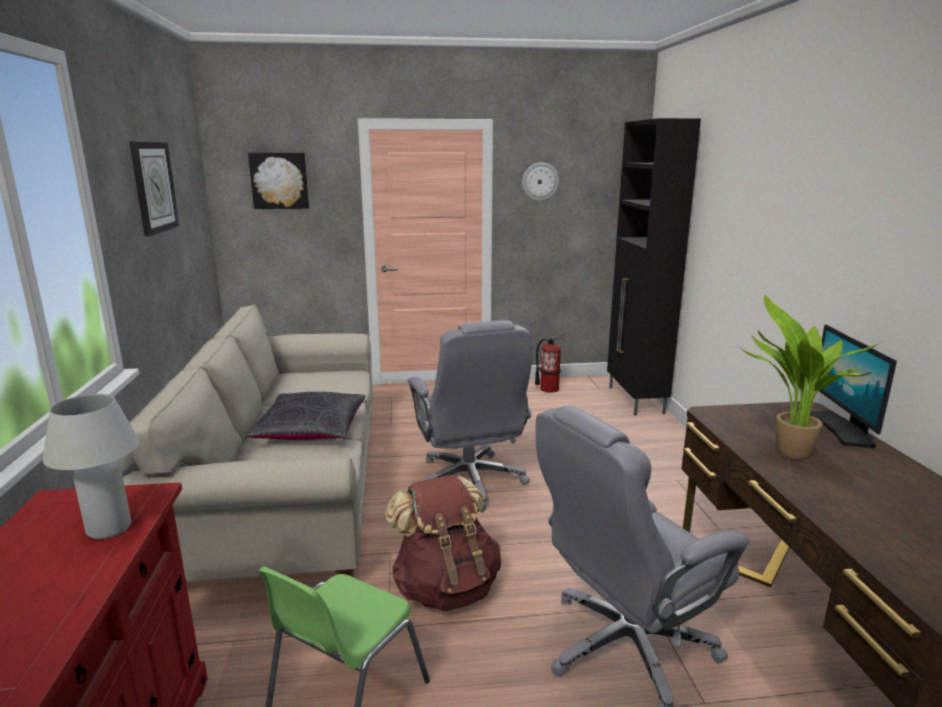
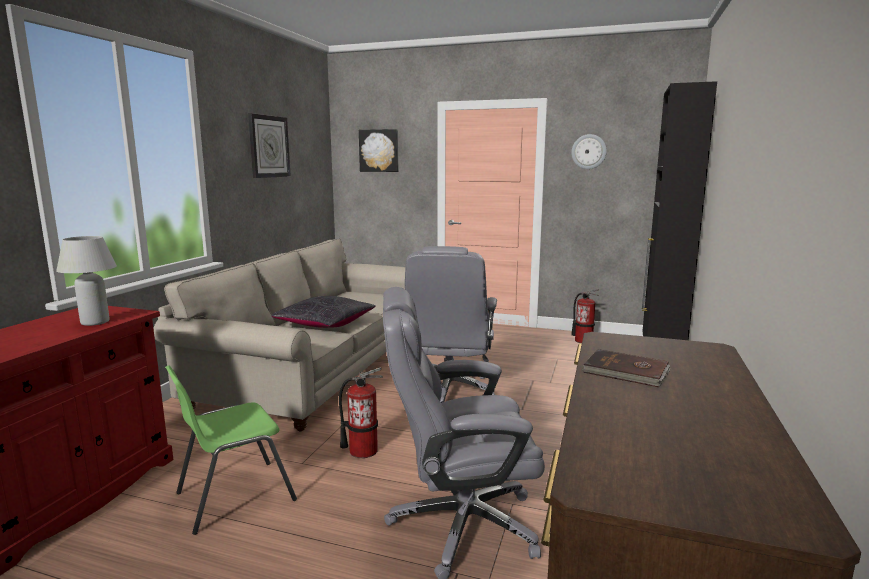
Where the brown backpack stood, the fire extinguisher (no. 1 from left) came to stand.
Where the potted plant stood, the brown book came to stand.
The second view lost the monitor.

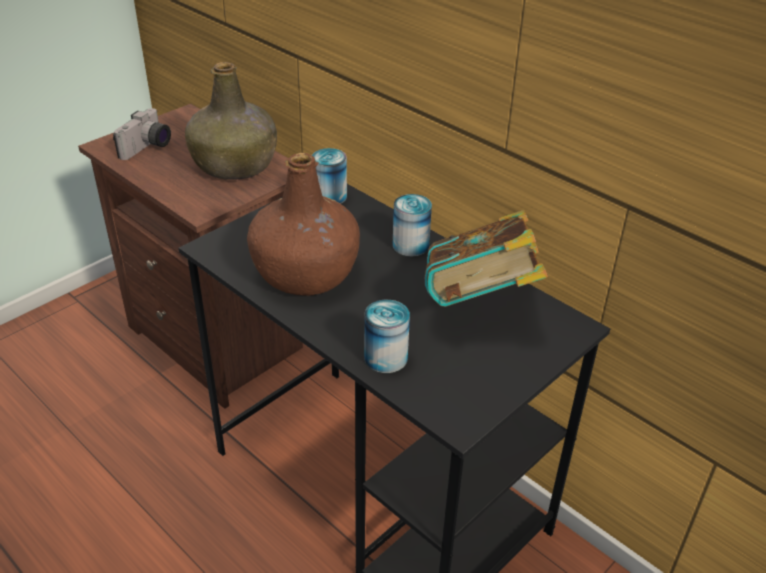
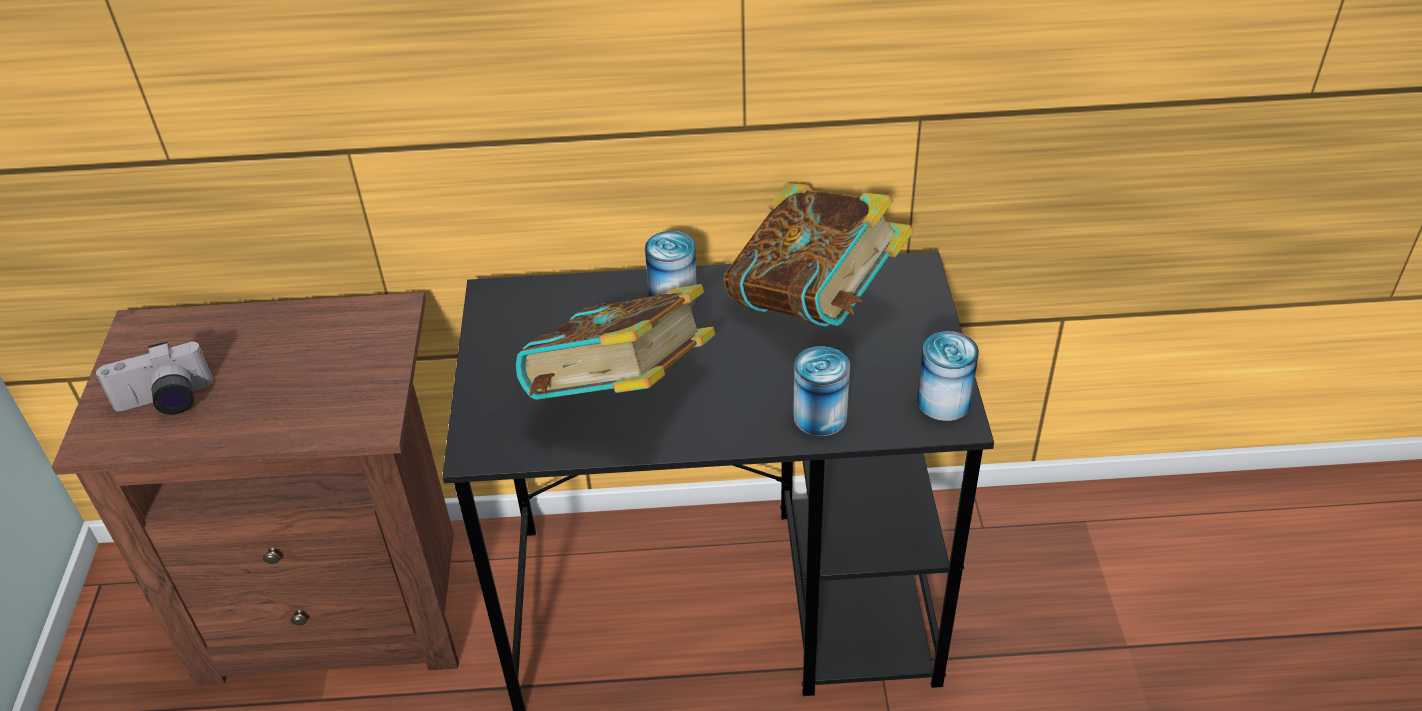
The photo camera ended up facing another way, 90 degrees clockwise from before.
The second view lost the green bottle.
Where the brown bottle stood, the book (no. 1 from left) came to stand.
The can (no. 1 from left in the first image) ended up elsewhere.

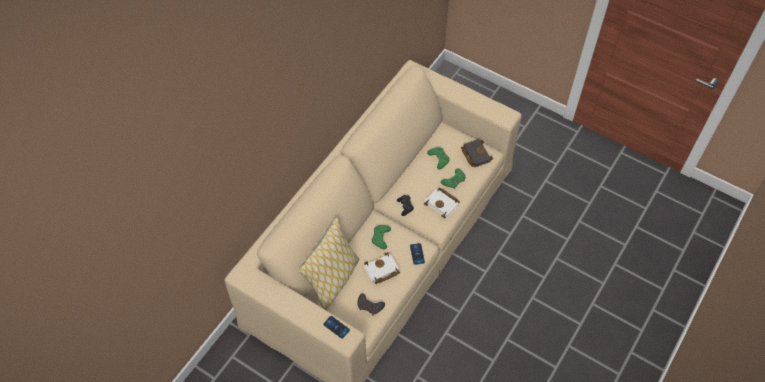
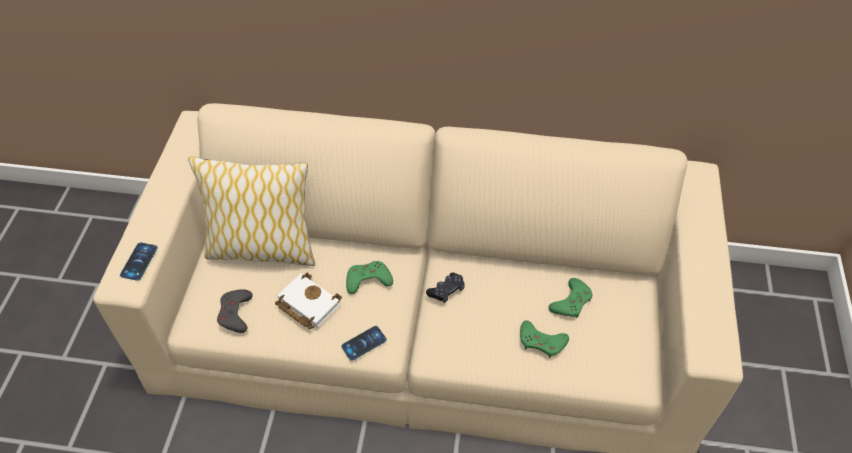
The second view lost the white book (no. 2 from left).
The second view lost the black book.

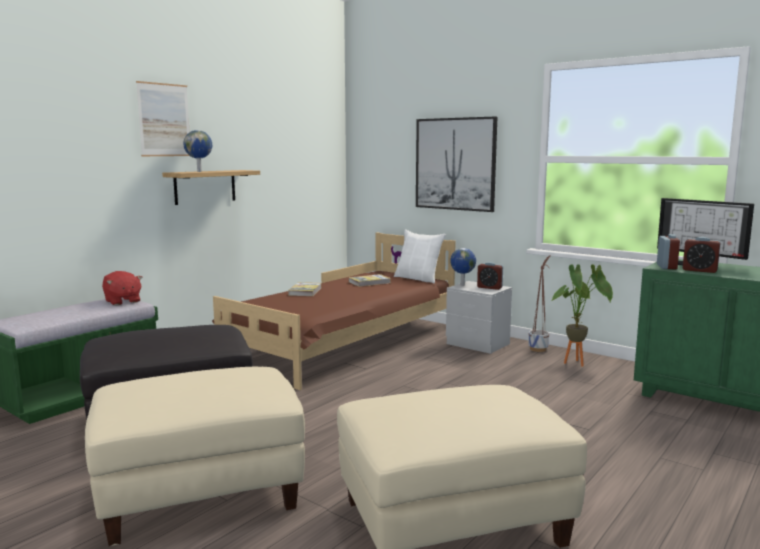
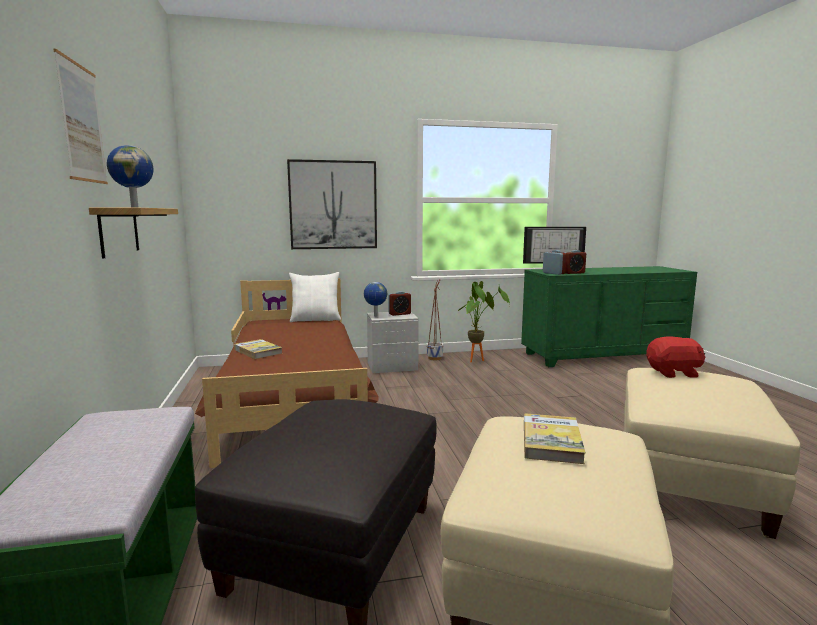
The red plush toy ended up elsewhere.
The book (no. 2 from left) ended up elsewhere.

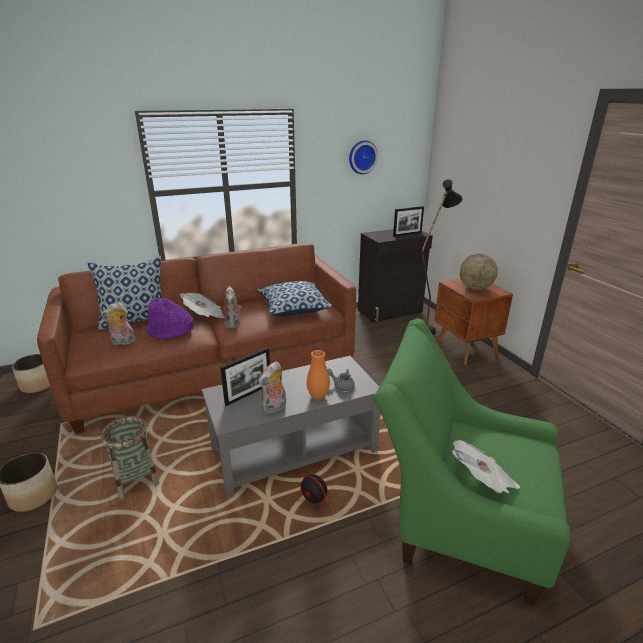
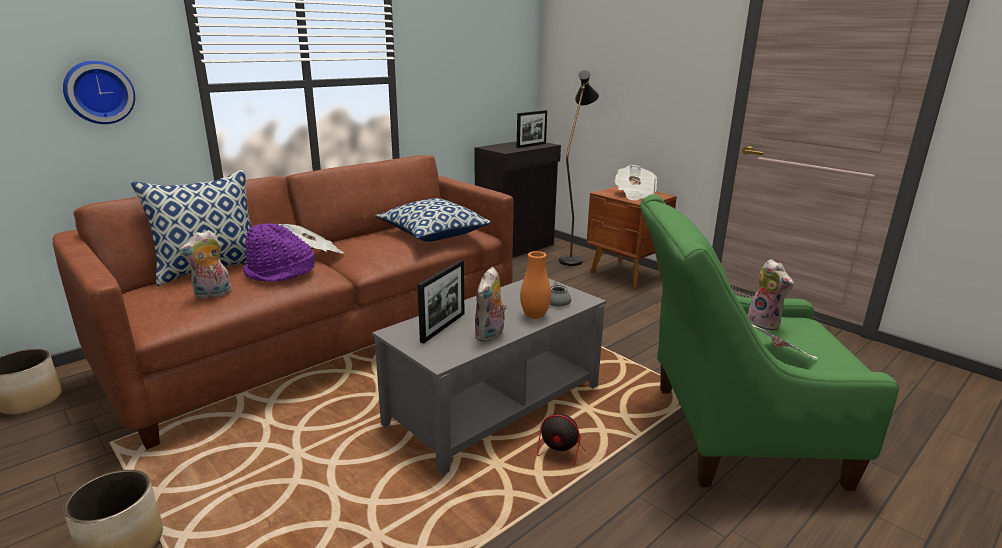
The second view lost the basket.
The plush toy (no. 2 from left in the first image) ended up elsewhere.
The wall clock ended up elsewhere.
Where the globe stood, the newspaper (no. 2 from left) came to stand.

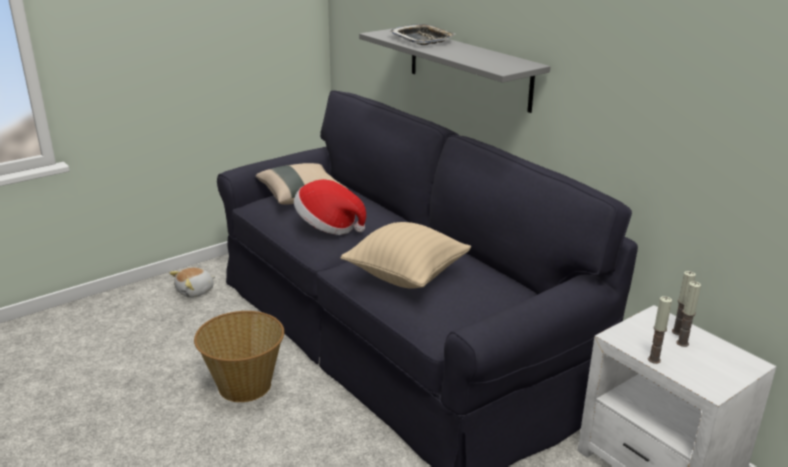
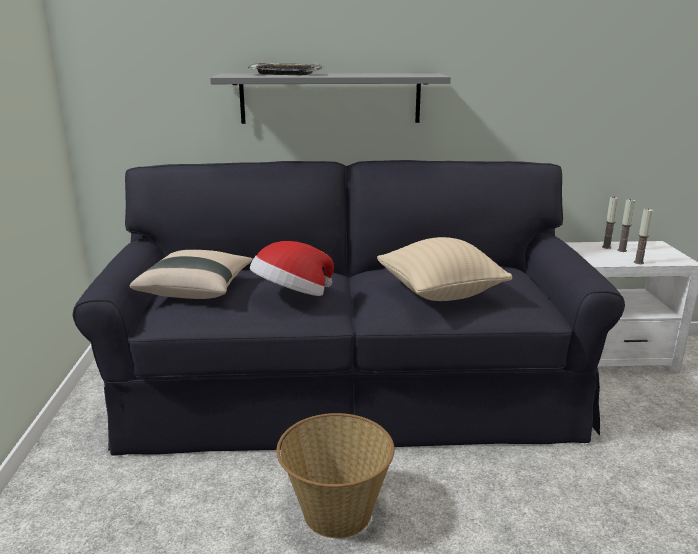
The second view lost the plush toy.

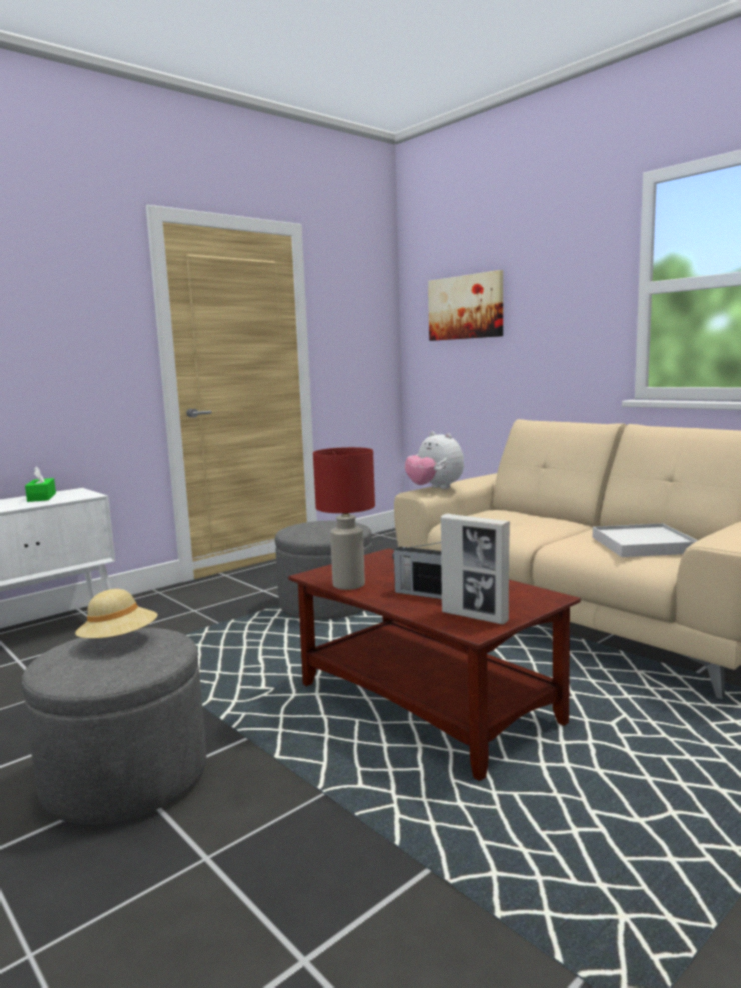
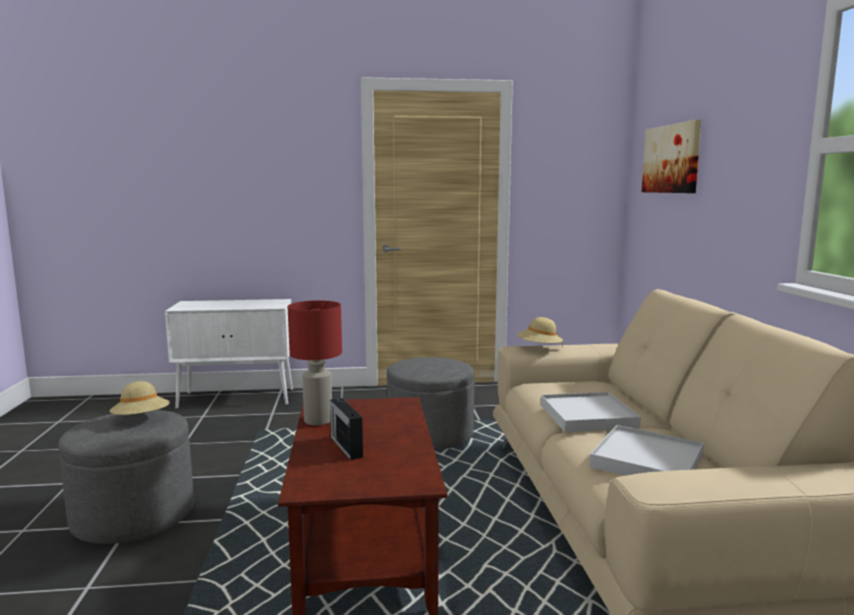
The second view lost the green tissue box.
Where the plush toy stood, the beige hat (no. 2 from left) came to stand.
The second view lost the picture frame.
The second view gained the white tray (no. 1 from left).

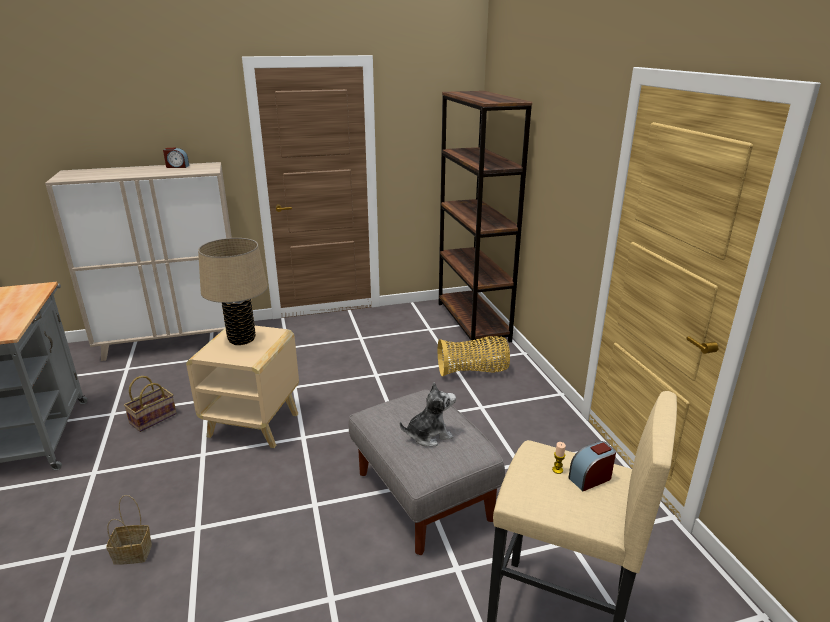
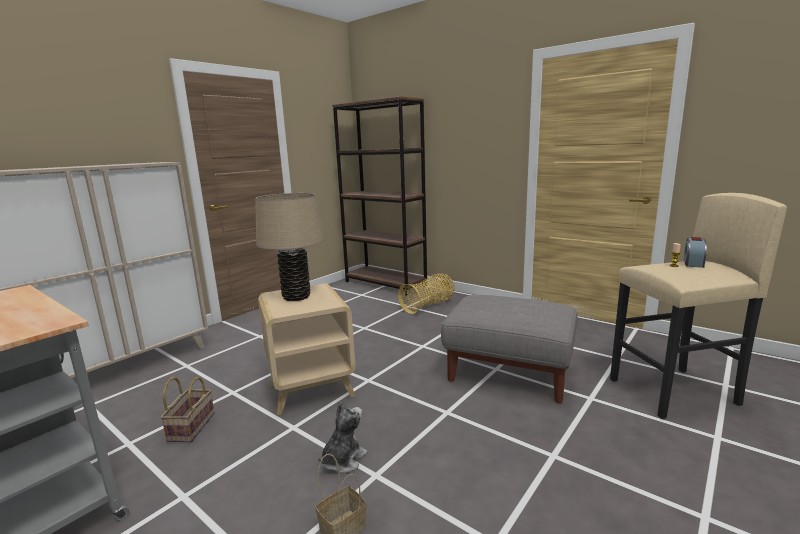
The second view lost the alarm clock (no. 1 from left).
The plush toy ended up elsewhere.

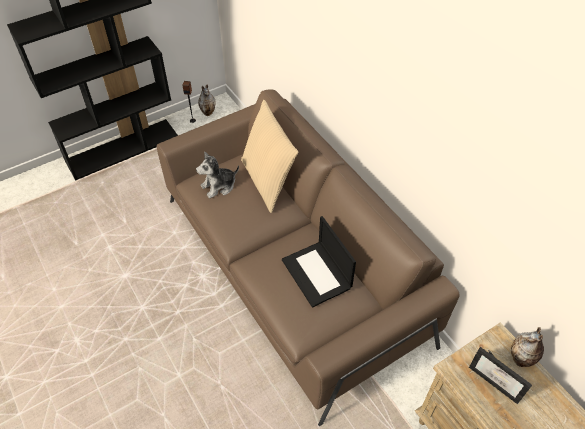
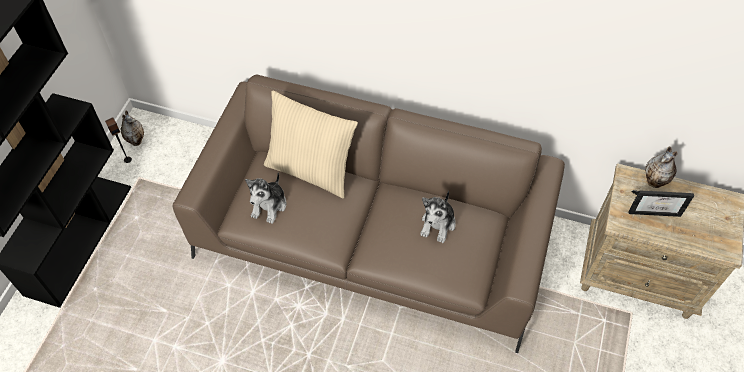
Where the laptop stood, the plush toy (no. 2 from left) came to stand.

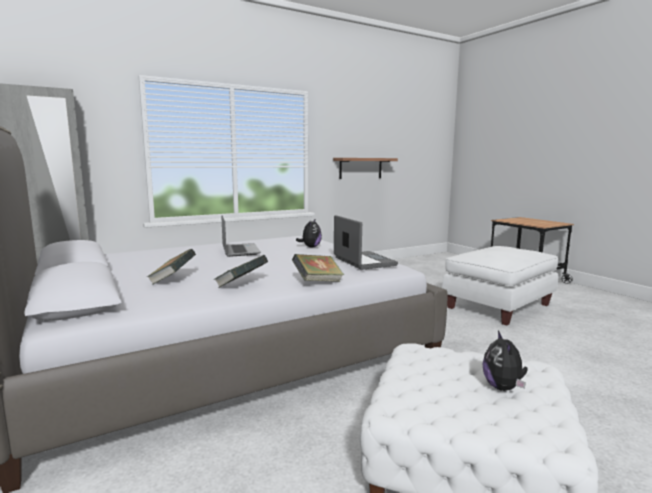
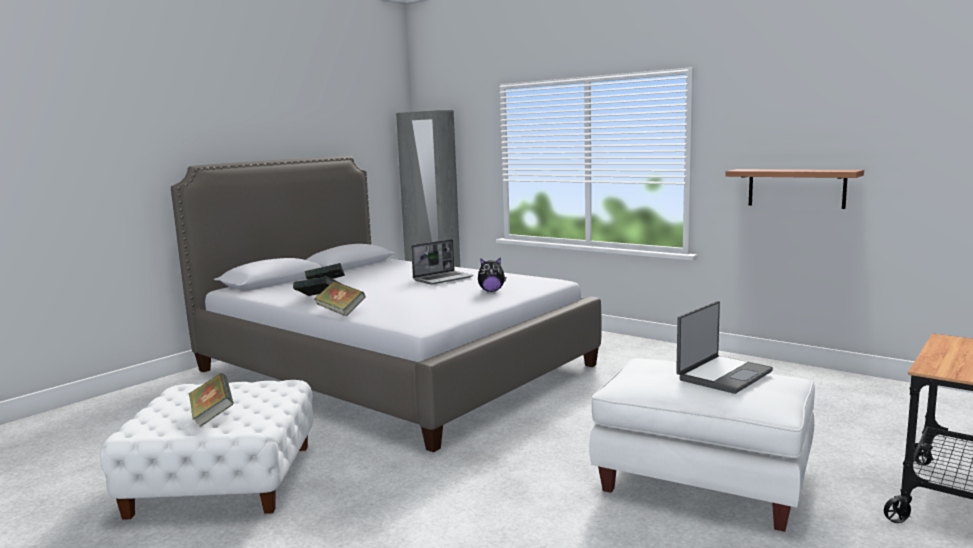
The laptop (no. 2 from left) ended up elsewhere.
Where the plush toy (no. 2 from left) stood, the book (no. 1 from left) came to stand.

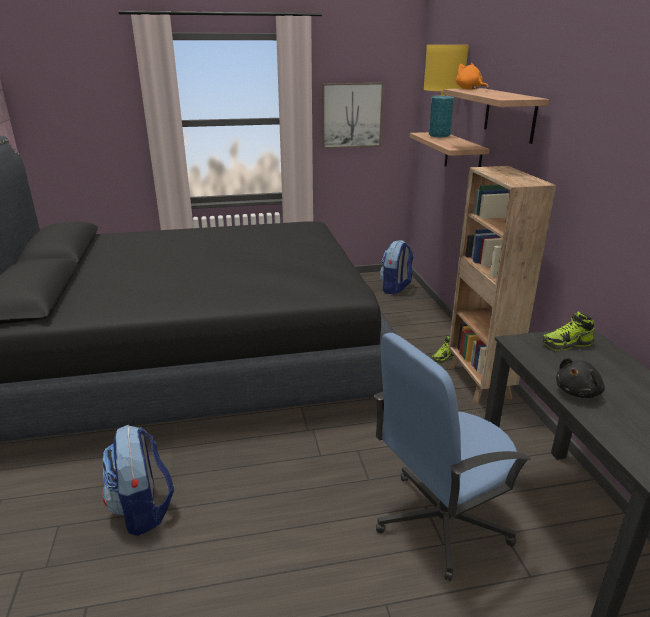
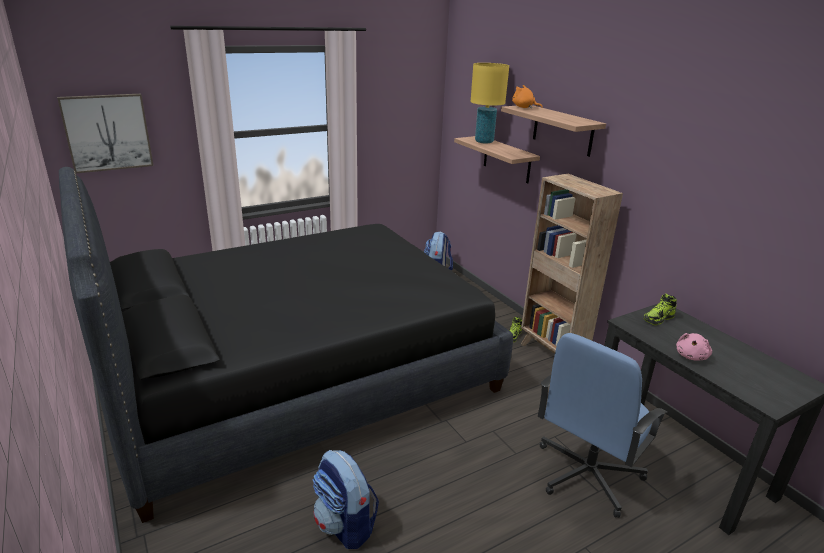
The picture ended up elsewhere.
What was the black plush toy turned into the pink plush toy.

